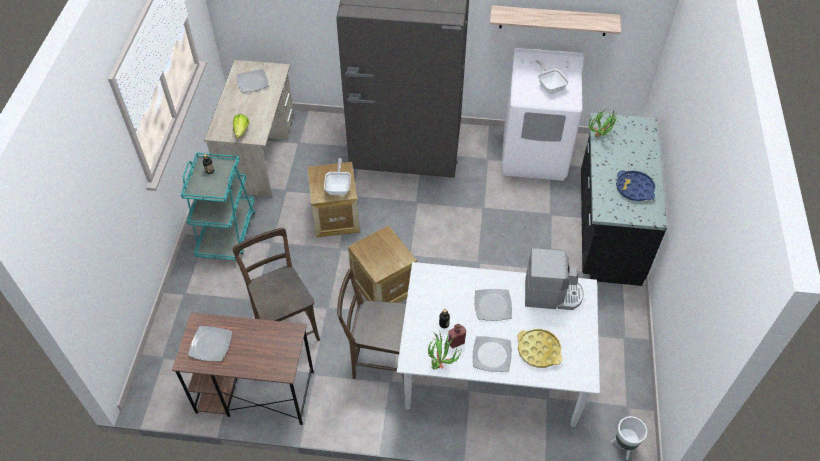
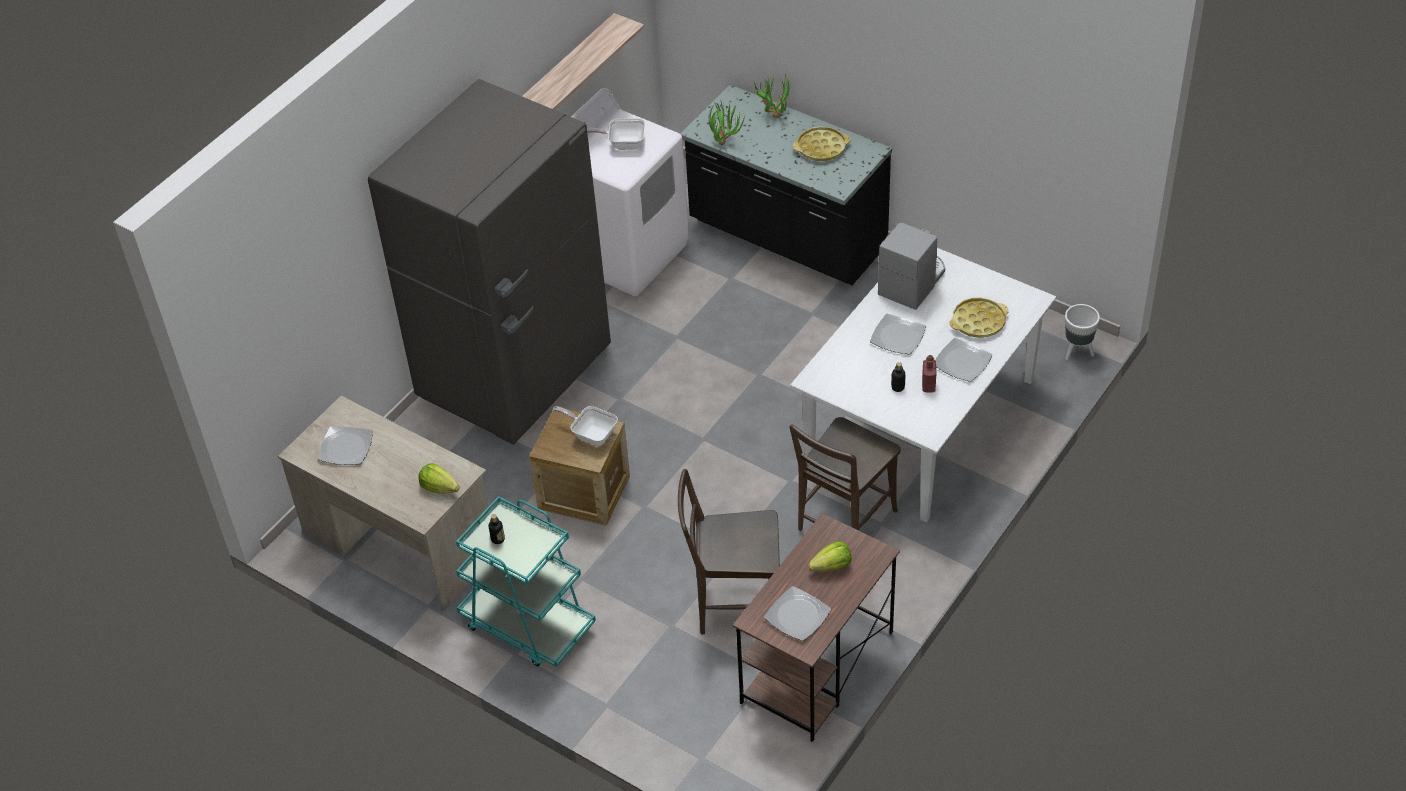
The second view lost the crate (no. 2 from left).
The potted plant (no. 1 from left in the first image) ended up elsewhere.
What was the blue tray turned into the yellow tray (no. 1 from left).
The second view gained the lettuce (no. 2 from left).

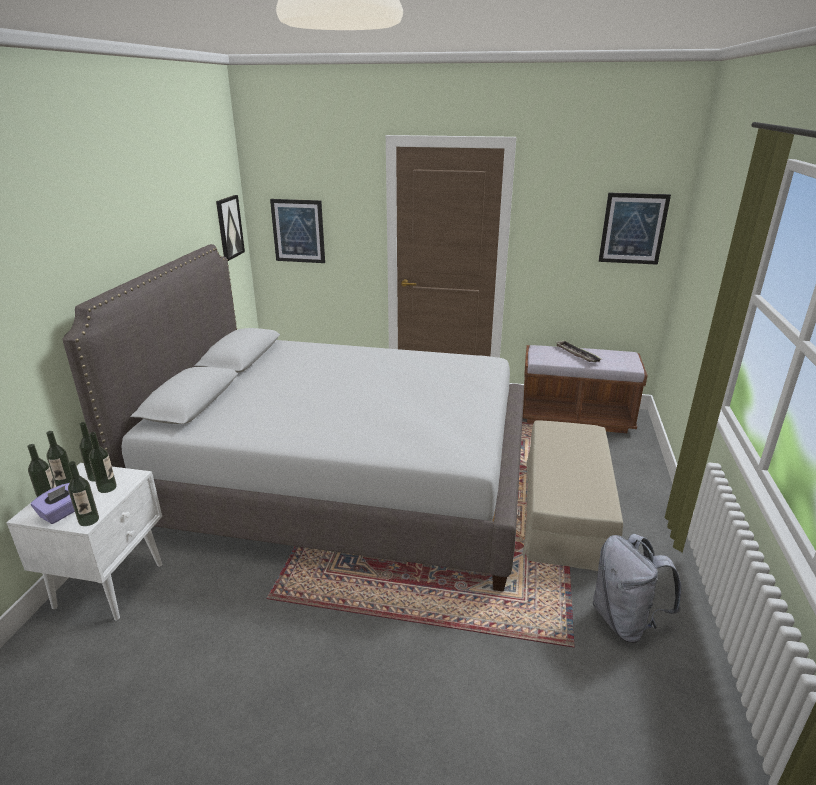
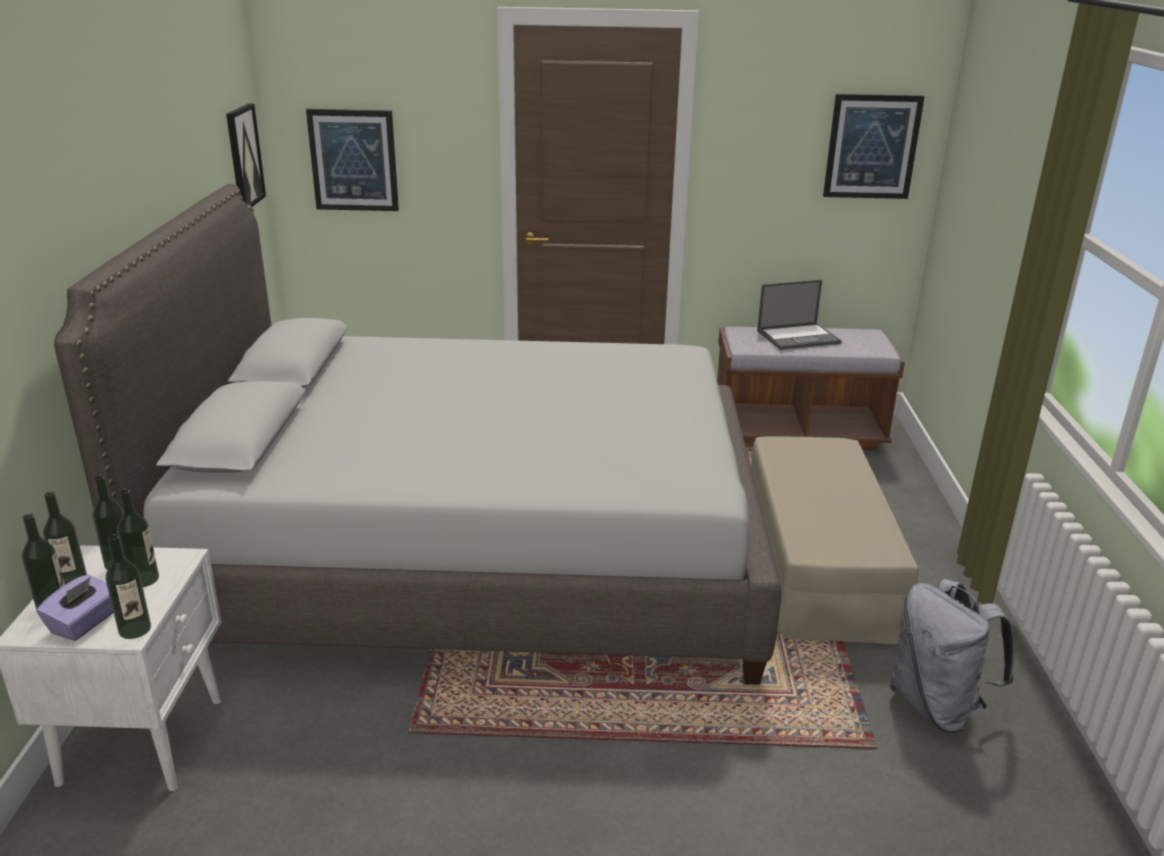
Where the tray stood, the laptop came to stand.

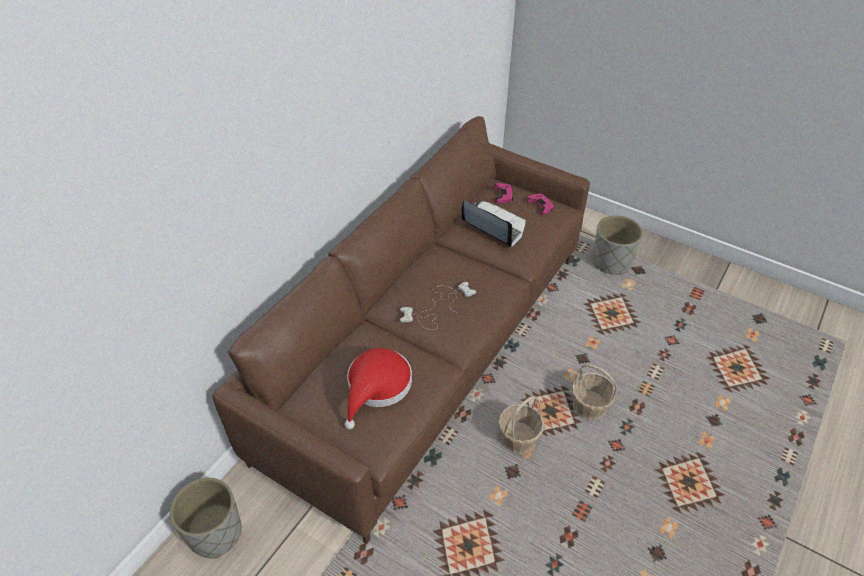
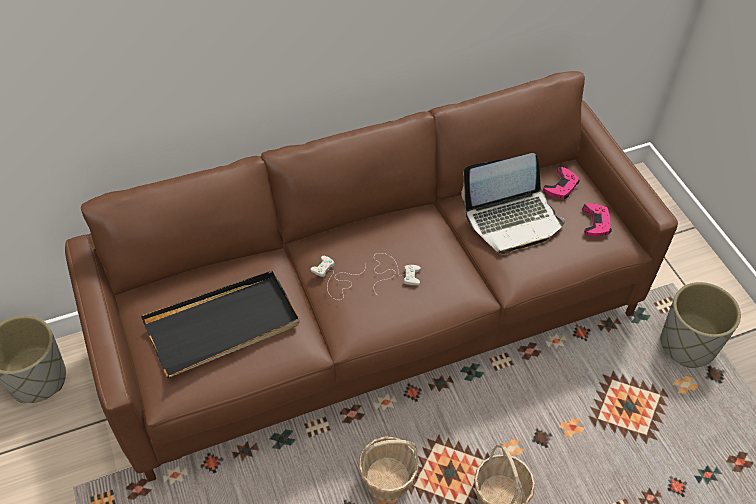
Where the red hat stood, the black tray came to stand.
The laptop ended up facing another way, 90 degrees clockwise from before.

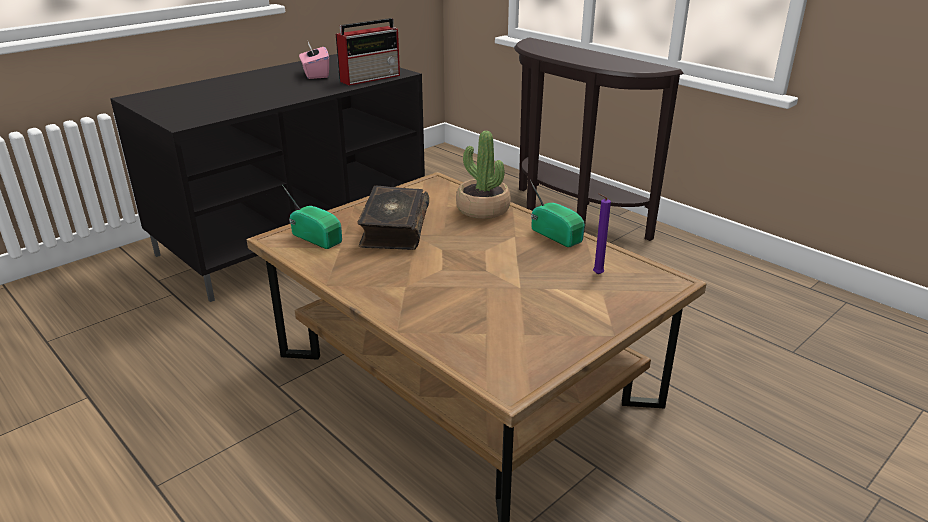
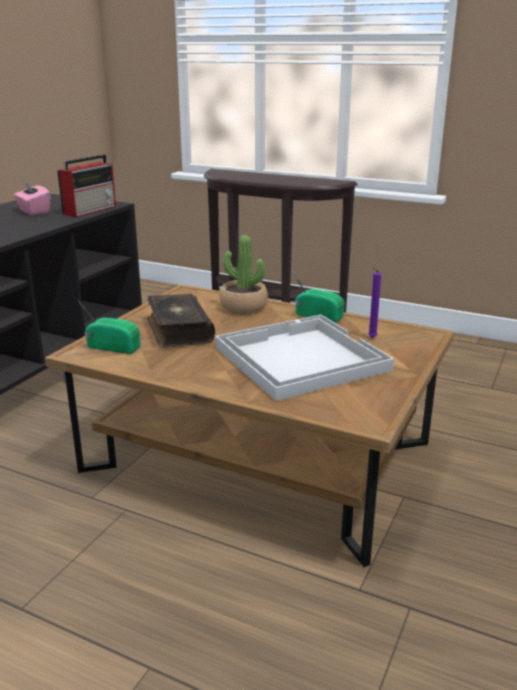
The second view gained the white tray.

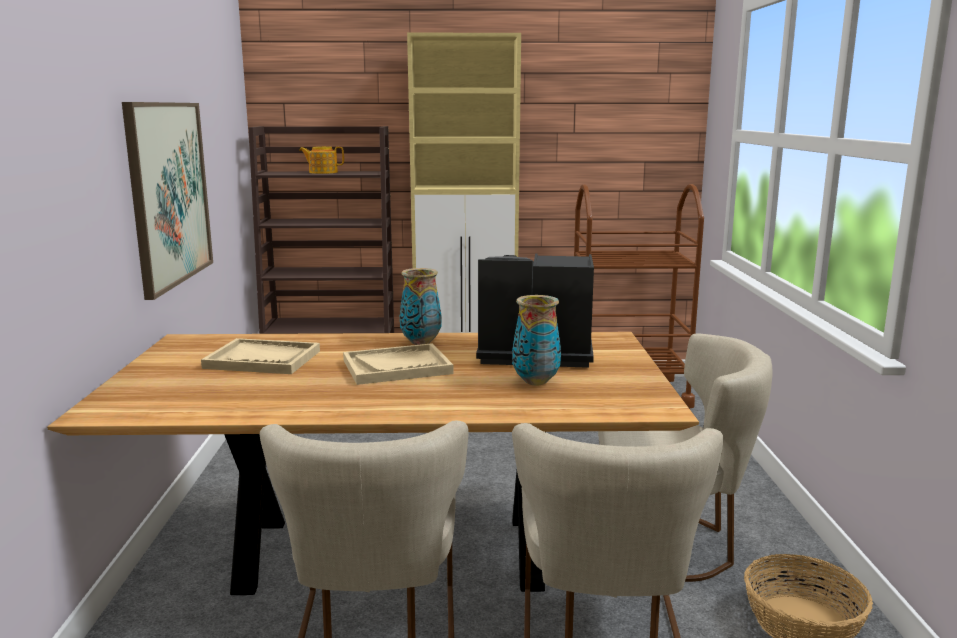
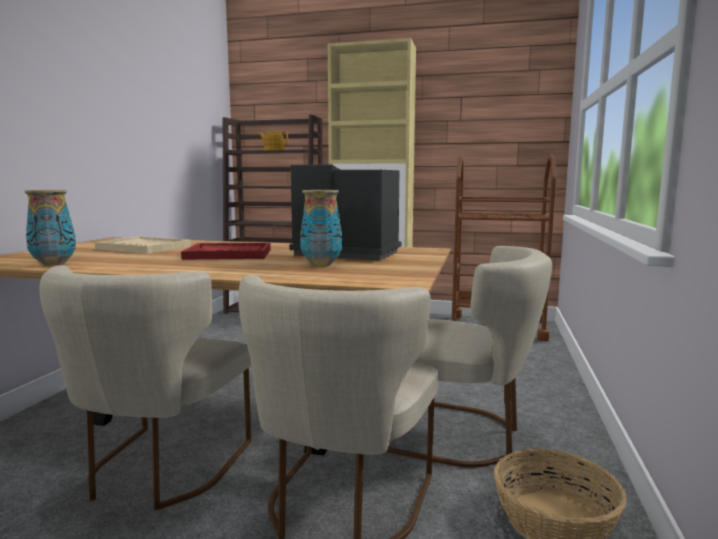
The second view lost the picture.
What was the beige tray (no. 2 from left) turned into the red tray.
The vase (no. 1 from left) ended up elsewhere.

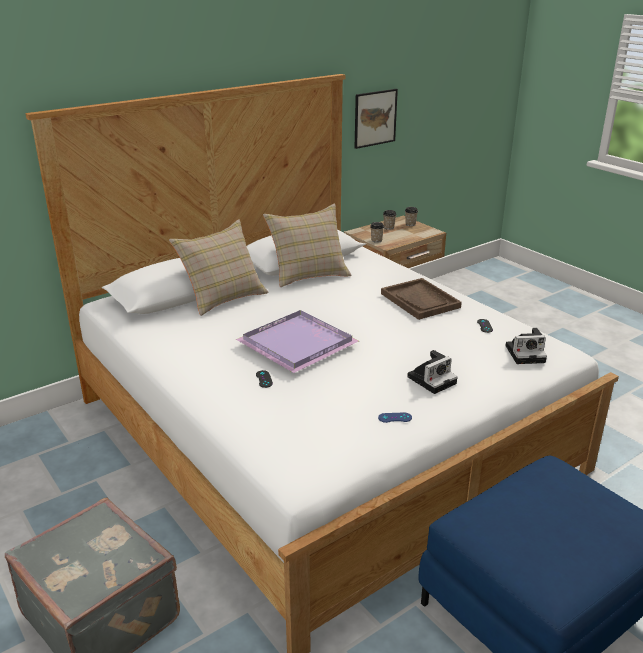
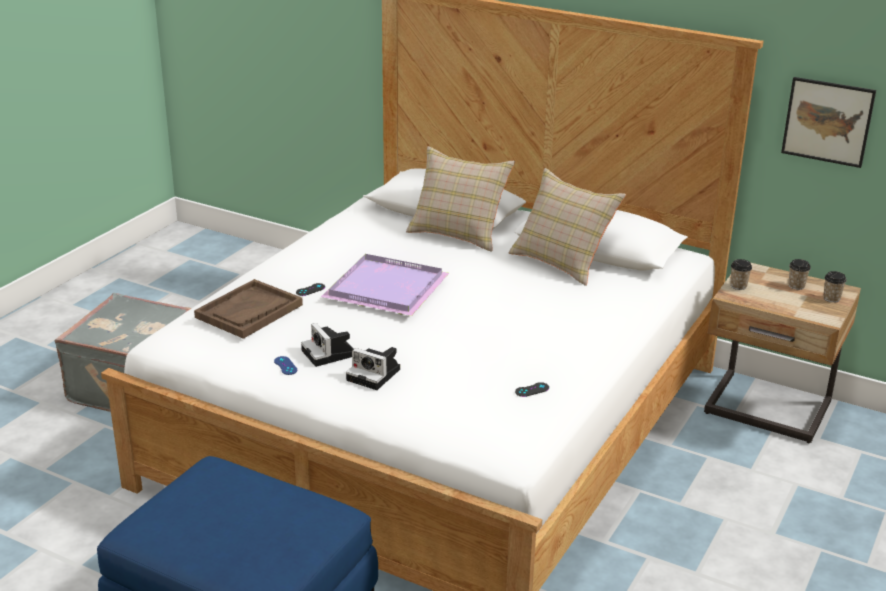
The brown tray ended up elsewhere.
The photo camera (no. 2 from left in the first image) ended up elsewhere.

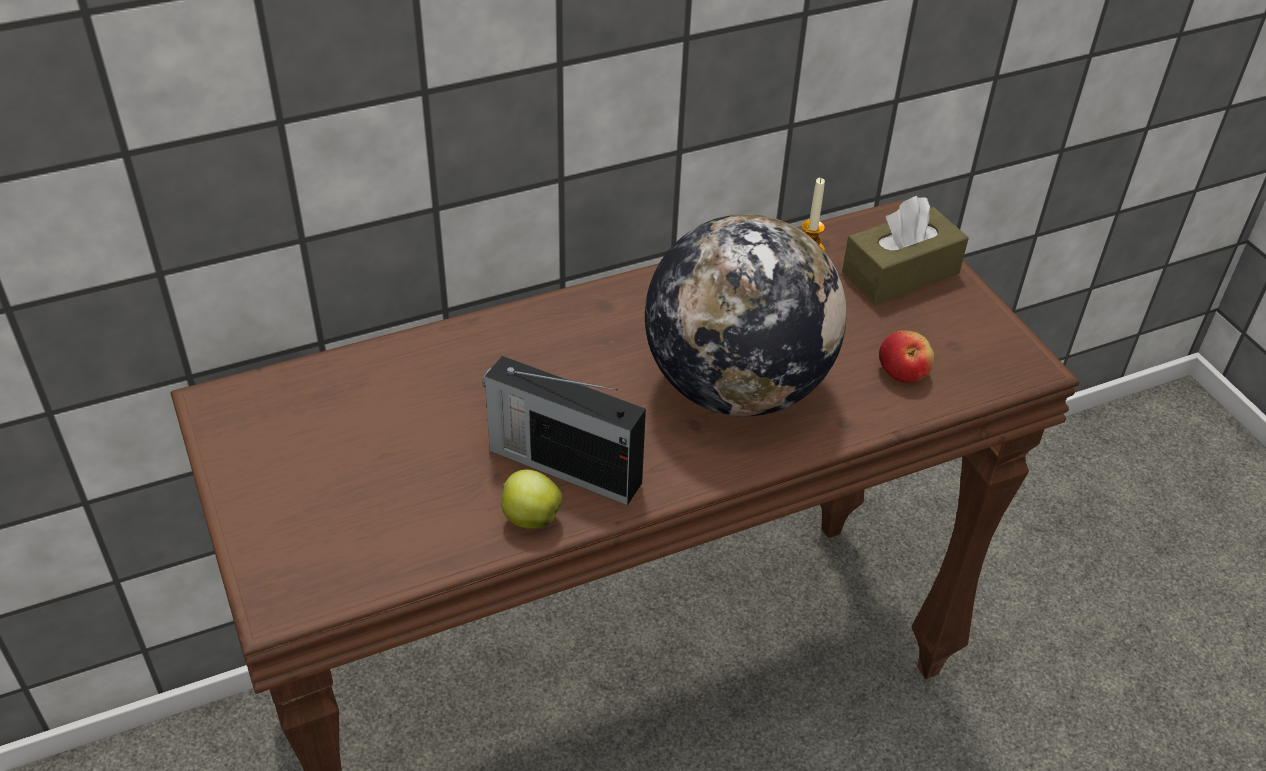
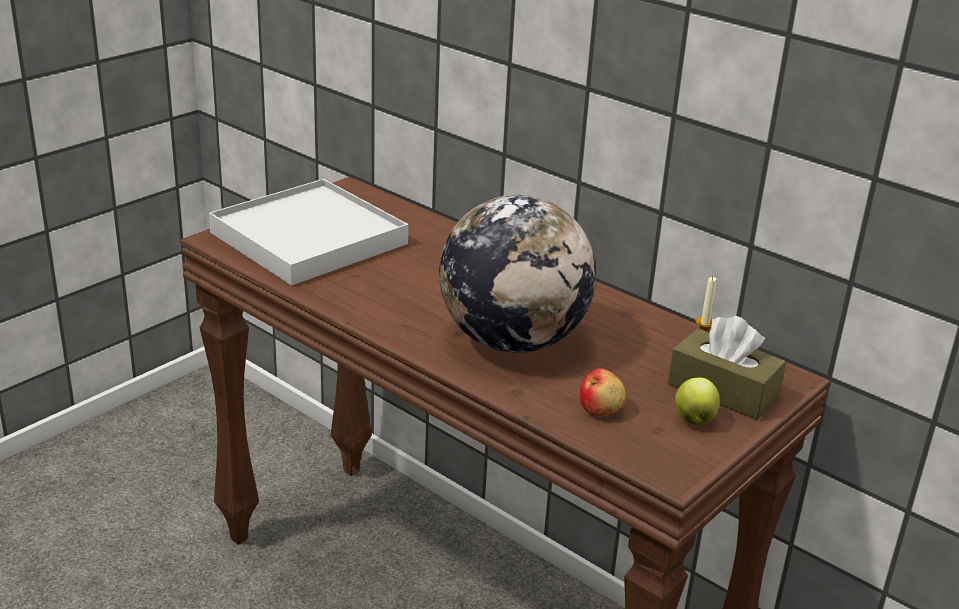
The second view lost the radio.
The apple (no. 1 from left in the first image) ended up elsewhere.
The second view gained the white tray.

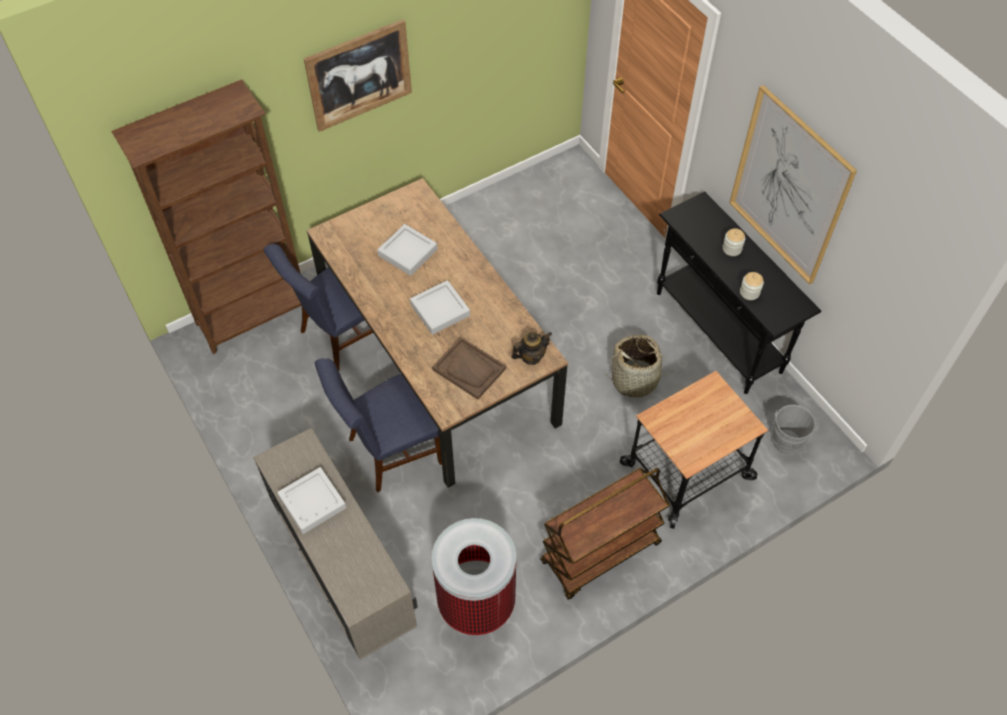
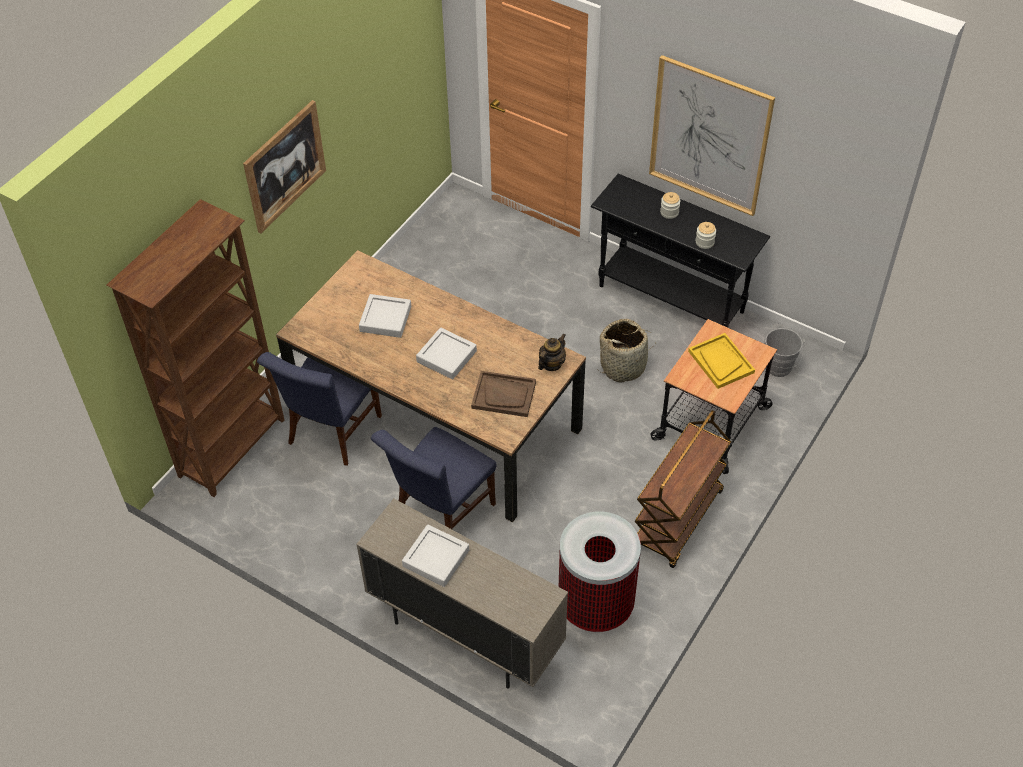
The second view gained the yellow tray.

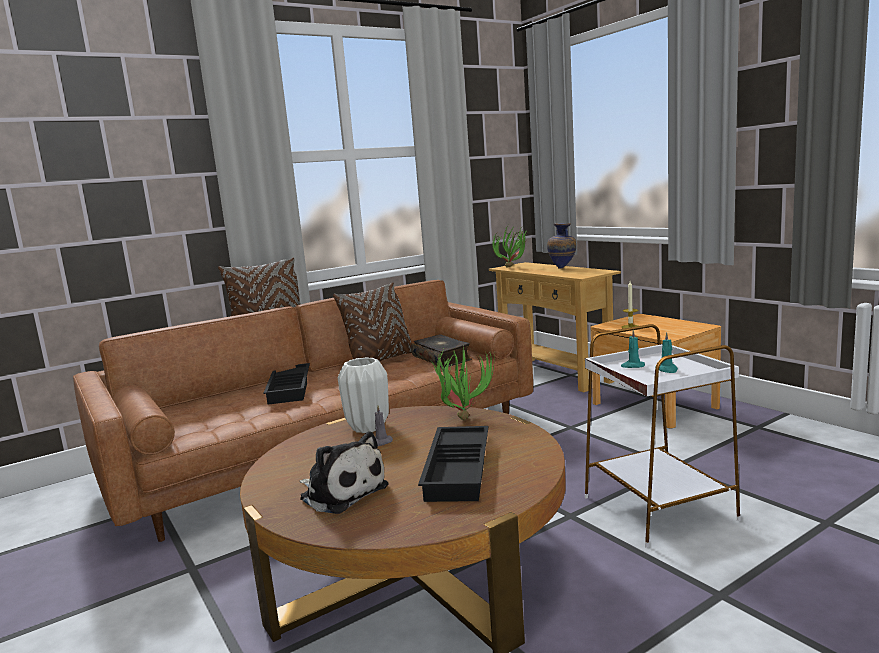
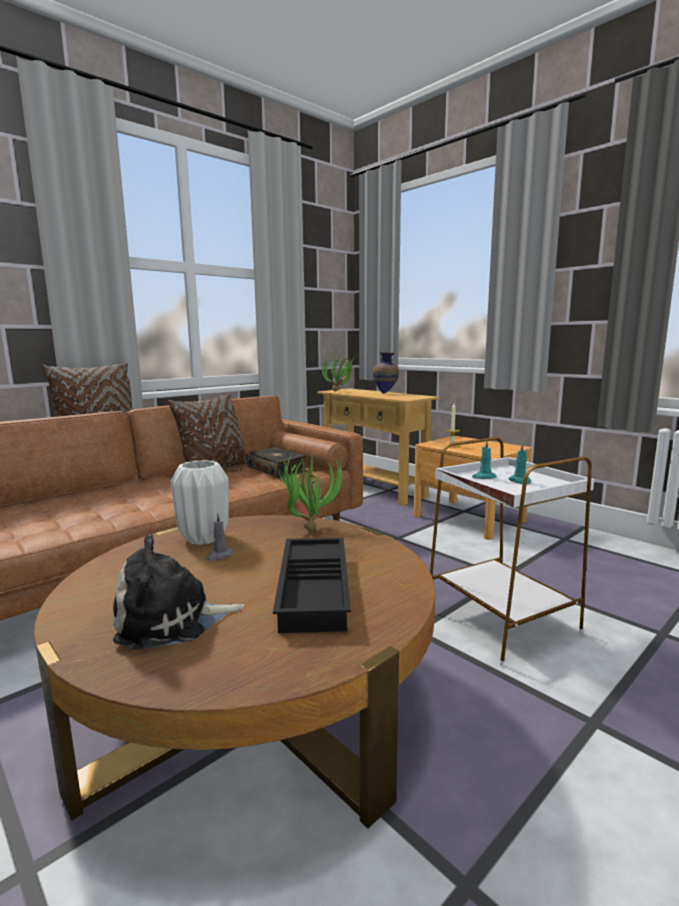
The second view lost the black tray (no. 1 from left).
The plush toy ended up facing another way, 135 degrees clockwise from before.

